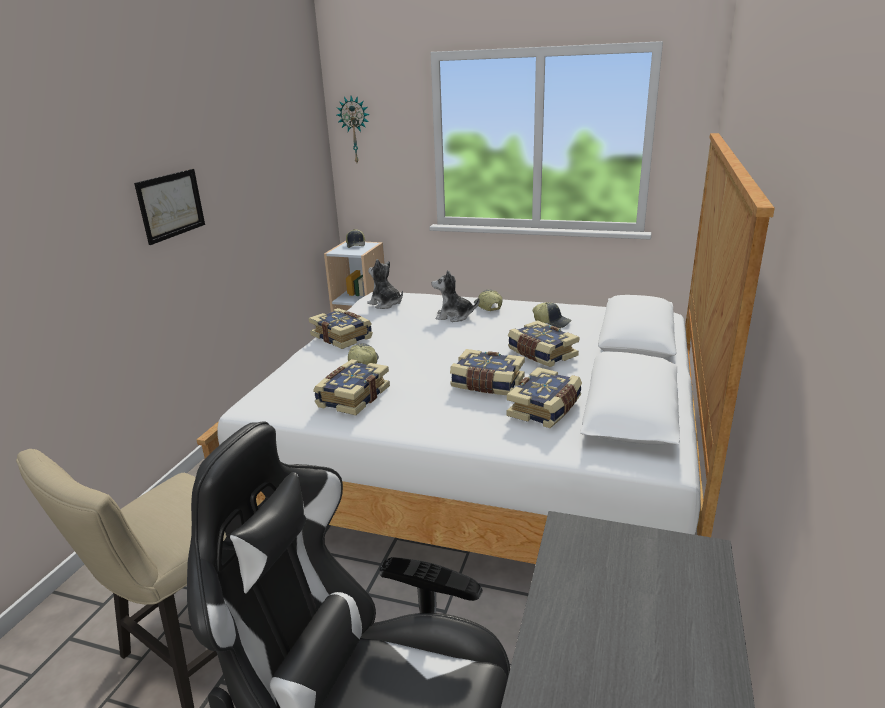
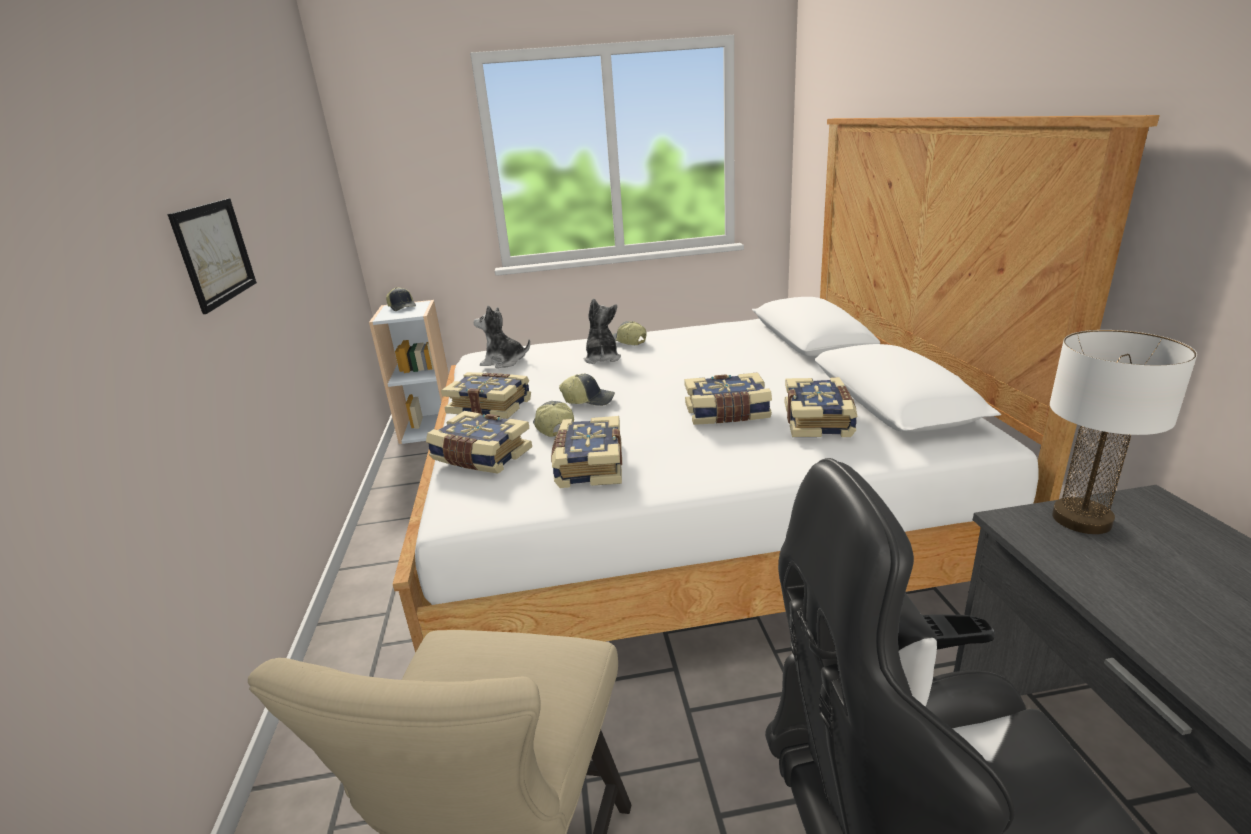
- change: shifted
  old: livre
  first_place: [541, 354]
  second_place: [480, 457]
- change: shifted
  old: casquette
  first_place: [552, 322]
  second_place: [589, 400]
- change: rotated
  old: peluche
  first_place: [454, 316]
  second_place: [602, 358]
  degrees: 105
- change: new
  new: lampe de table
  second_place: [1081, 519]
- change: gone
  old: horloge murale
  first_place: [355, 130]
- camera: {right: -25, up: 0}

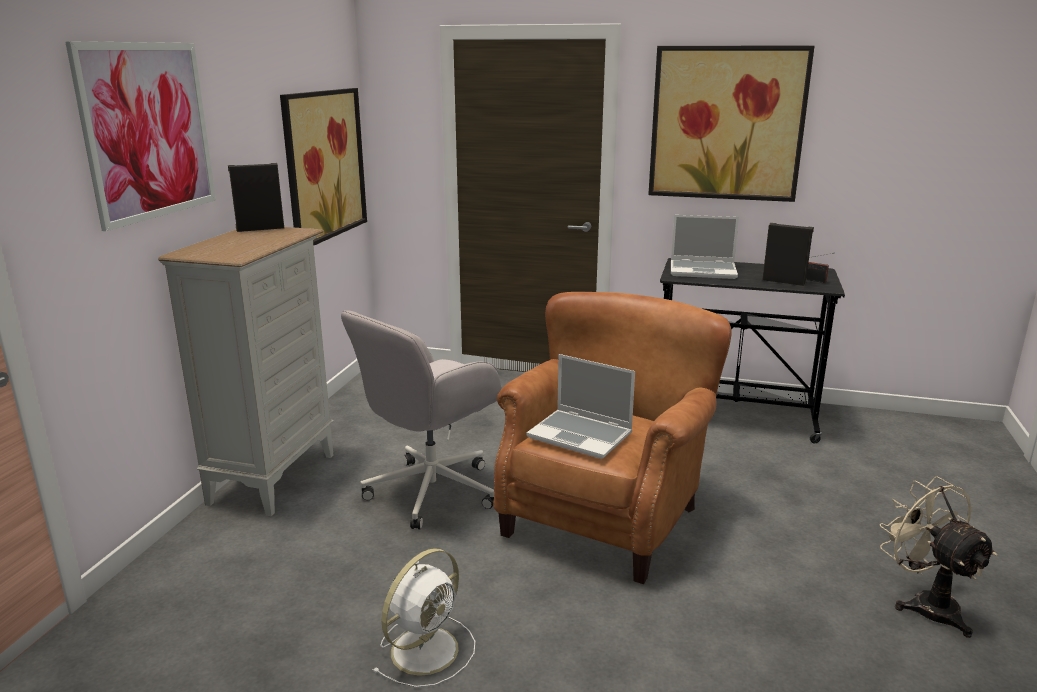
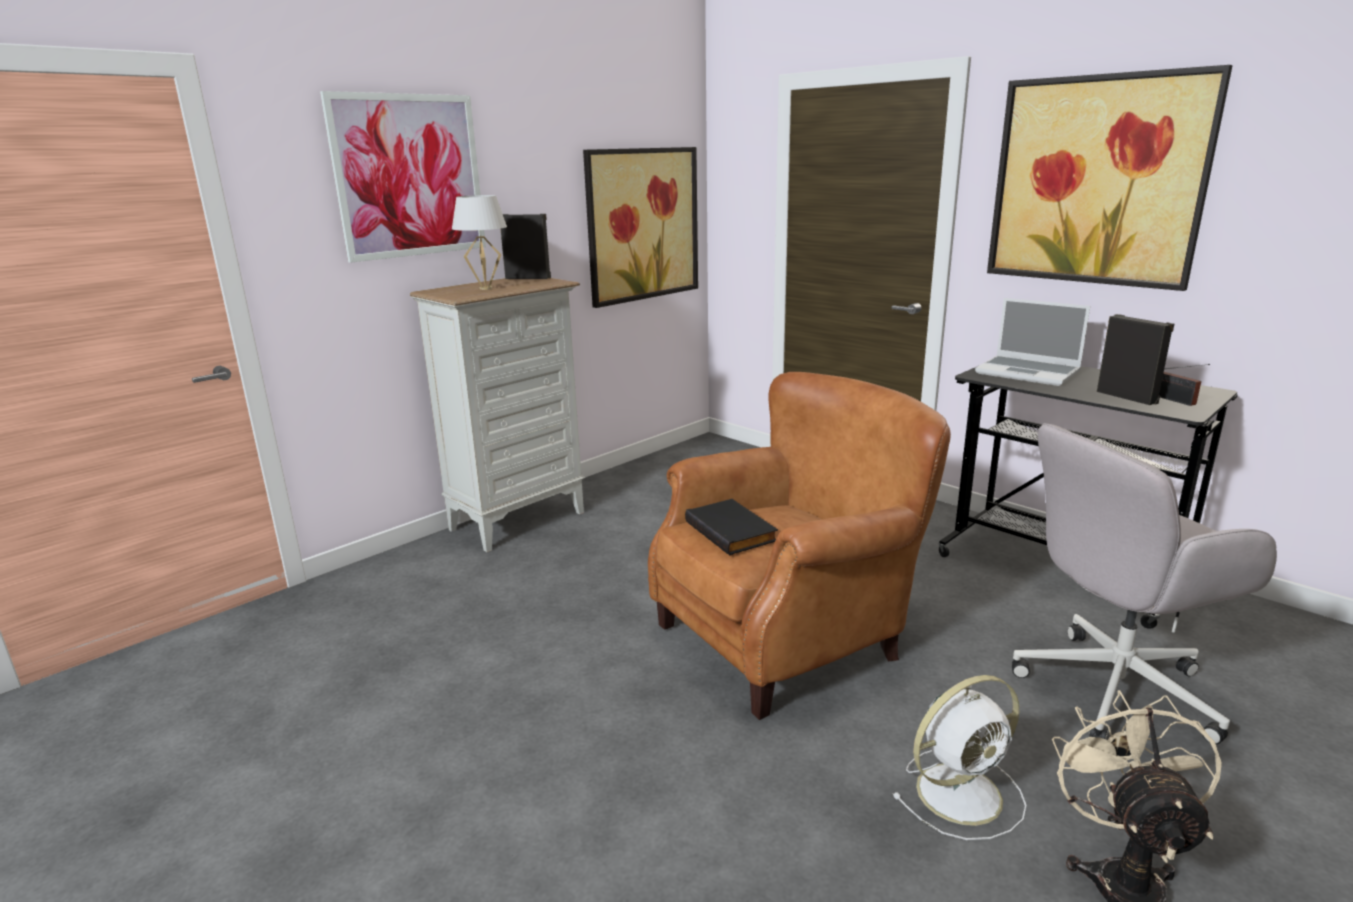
- change: new
  new: lampe de table [blanc]
  second_place: [486, 288]
- change: swapped
  old: ordinateur portable
  new: livre [noir]
  first_place: [581, 435]
  second_place: [732, 531]
- change: shifted
  old: ventilateur [blanc]
  first_place: [427, 648]
  second_place: [962, 792]
- change: shifted
  old: chaise de bureau [gris]
  first_place: [430, 492]
  second_place: [1113, 690]
- camera: {right: 30, up: 0}

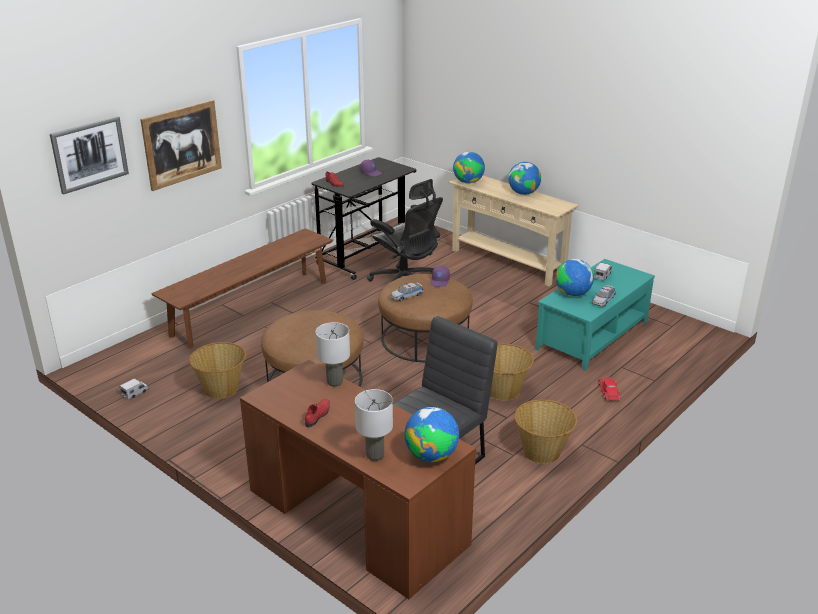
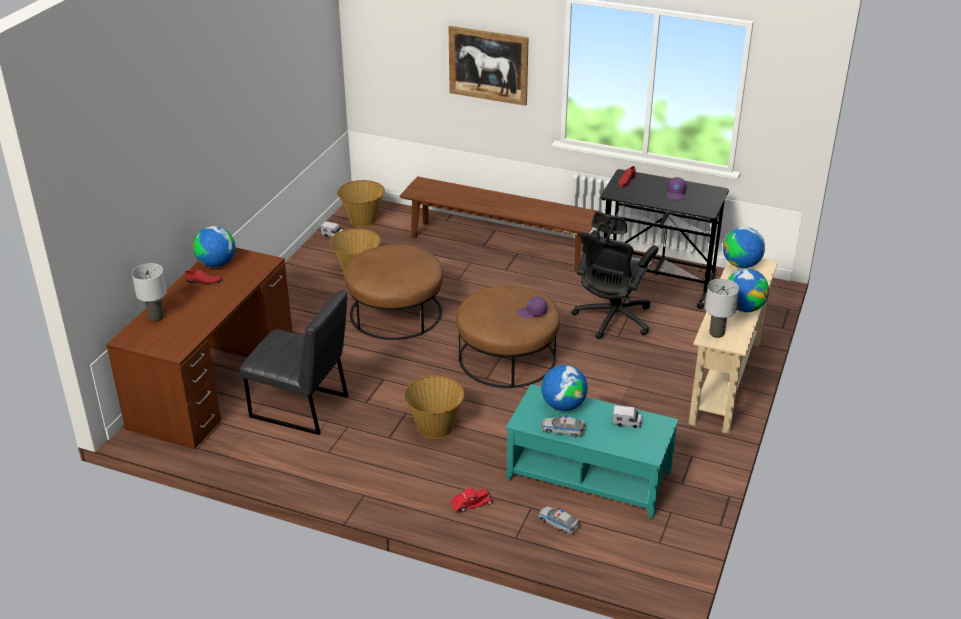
- change: shifted
  old: globe
  first_place: [431, 456]
  second_place: [216, 264]
- change: shifted
  old: panier
  first_place: [542, 452]
  second_place: [362, 220]
- change: shifted
  old: petite voiture
  first_place: [407, 296]
  second_place: [558, 523]
- change: shifted
  old: lampe de table [blanc]
  first_place: [334, 383]
  second_place: [716, 334]
- change: gone
  old: tableau
  first_place: [89, 154]
- camera: {right: 70, up: 5}

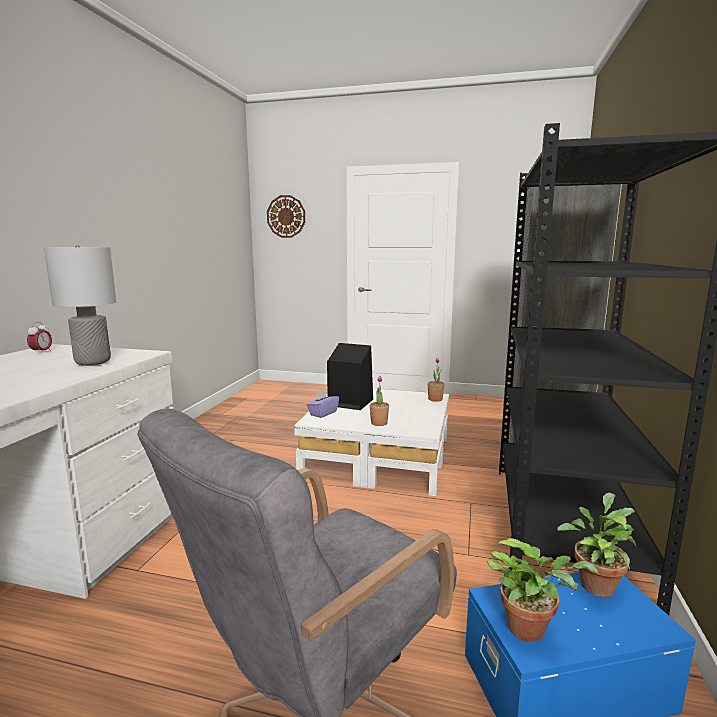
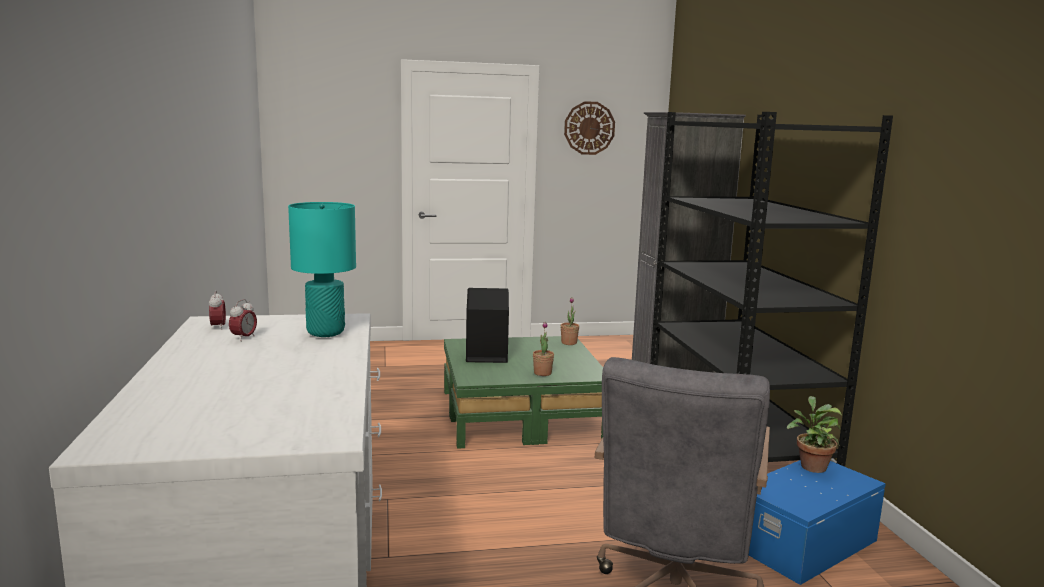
- change: new
  new: réveil
  second_place: [244, 338]
- change: repainted
  old: lampe de table [gris]
  new: lampe de table [turquoise]
  first_place: [93, 364]
  second_place: [326, 334]
- change: repainted
  old: table basse [blanc]
  new: table basse [vert]
  first_place: [377, 456]
  second_place: [519, 414]
- change: shifted
  old: horloge murale
  first_place: [286, 216]
  second_place: [589, 128]
- change: gone
  old: boîte à mouchoirs [violet]
  first_place: [323, 413]
- change: gone
  old: plante en pot
  first_place: [531, 629]
- camera: {right: -25, up: 0}

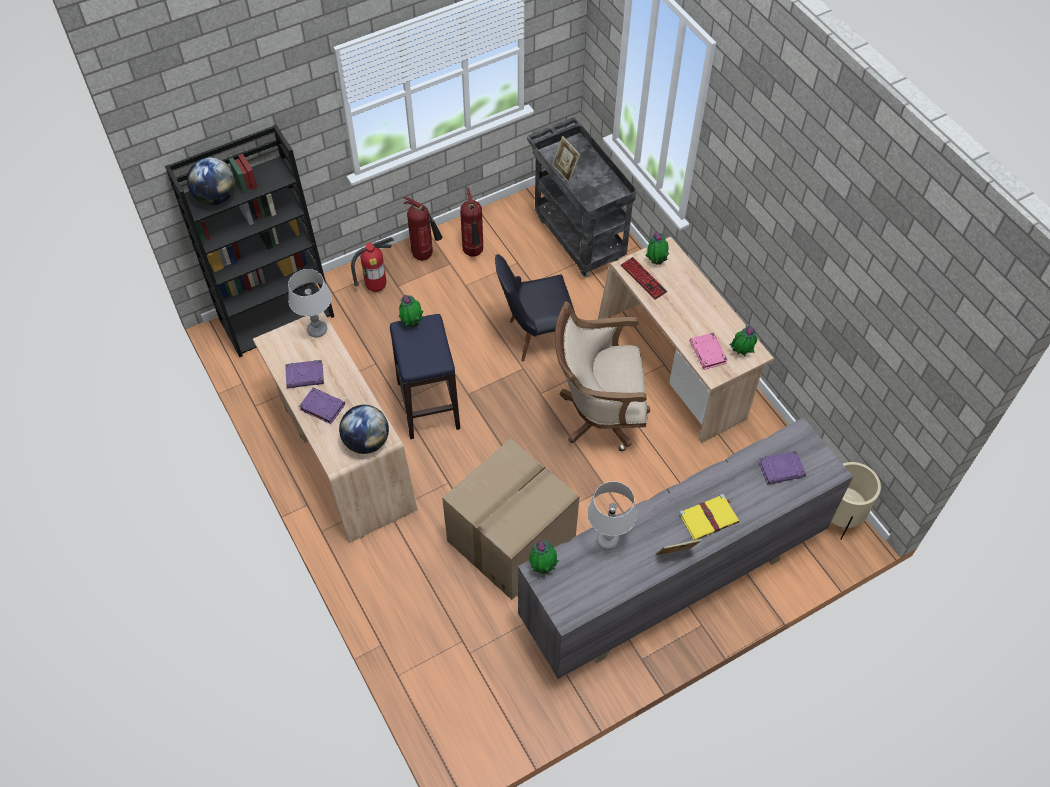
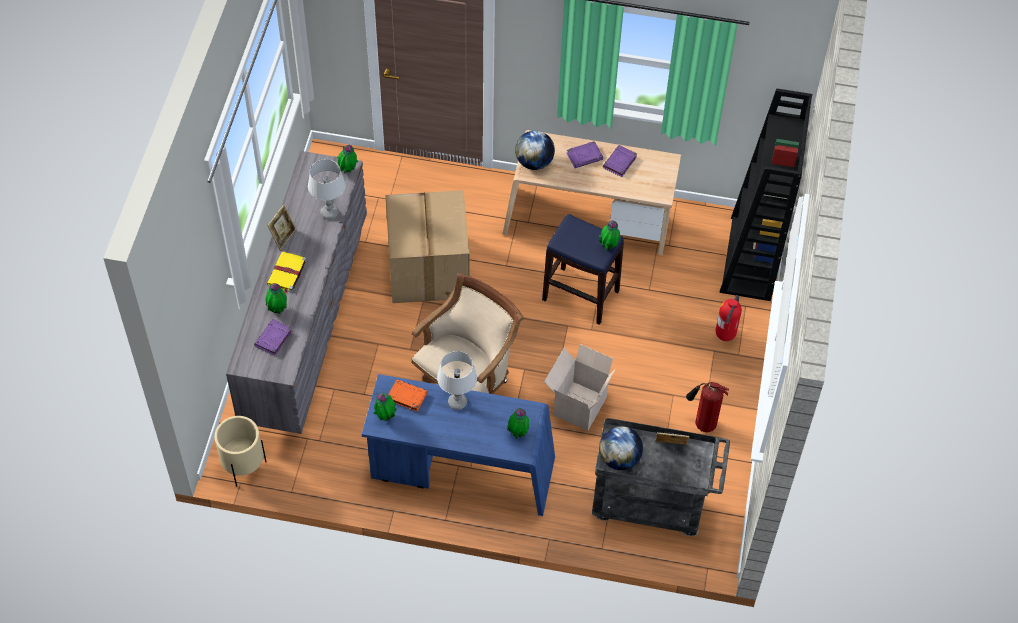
- change: new
  new: plante en pot
  second_place: [278, 309]
- change: repainted
  old: bureau [beige]
  new: bureau [bleu]
  first_place: [673, 368]
  second_place: [461, 471]
- change: repainted
  old: livre [rose]
  new: livre [orange]
  first_place: [708, 353]
  second_place: [406, 396]
- change: shifted
  old: lampe de table [gris]
  first_place: [317, 330]
  second_place: [457, 402]
- change: swapped
  old: chaise [noir]
  new: carton
  first_place: [536, 336]
  second_place: [579, 405]
- change: shifted
  old: globe
  first_place: [216, 197]
  second_place: [619, 458]
- change: gone
  old: extincteur
  first_place: [425, 255]
- change: gone
  old: clavier
  first_place: [643, 279]
- camera: {right: 130, up: 0}

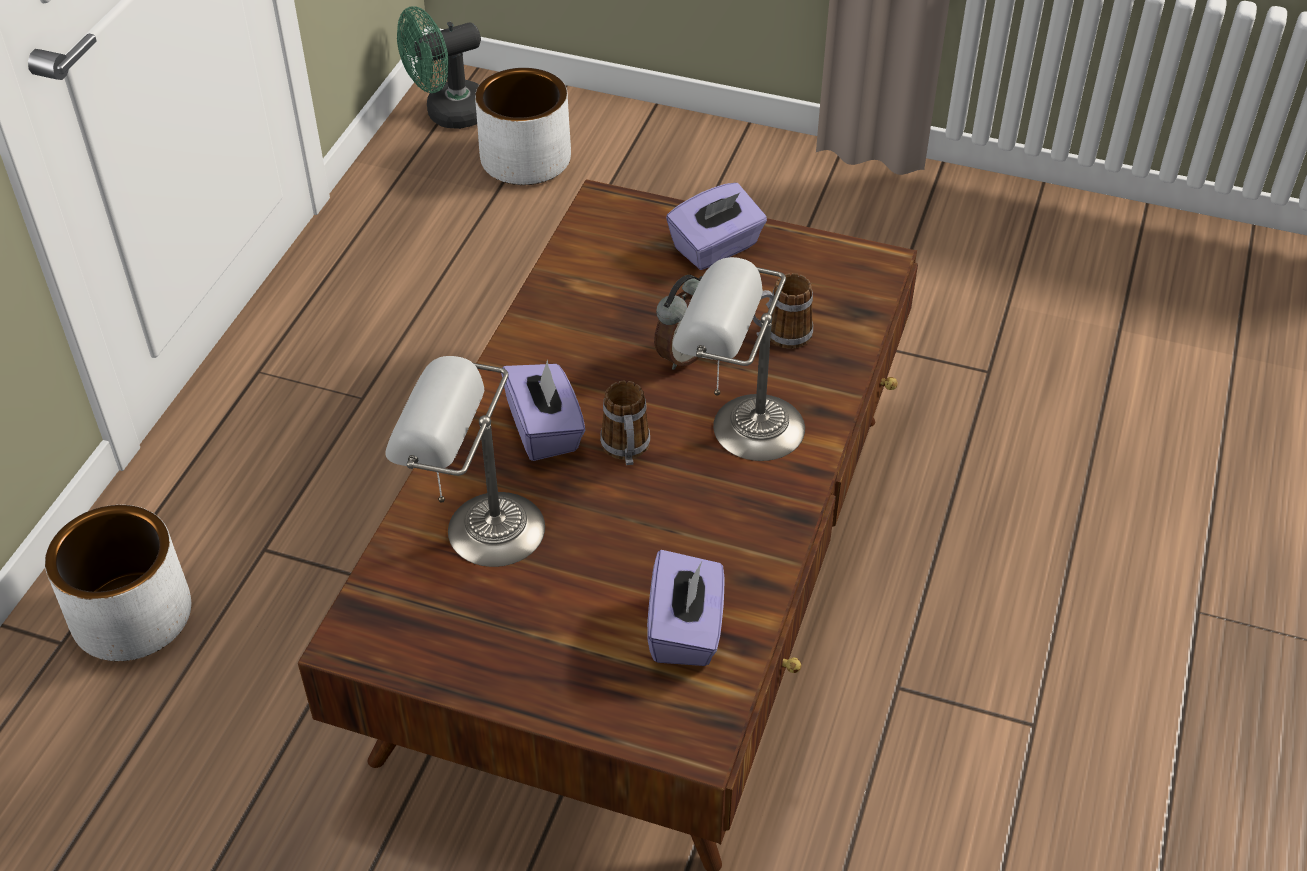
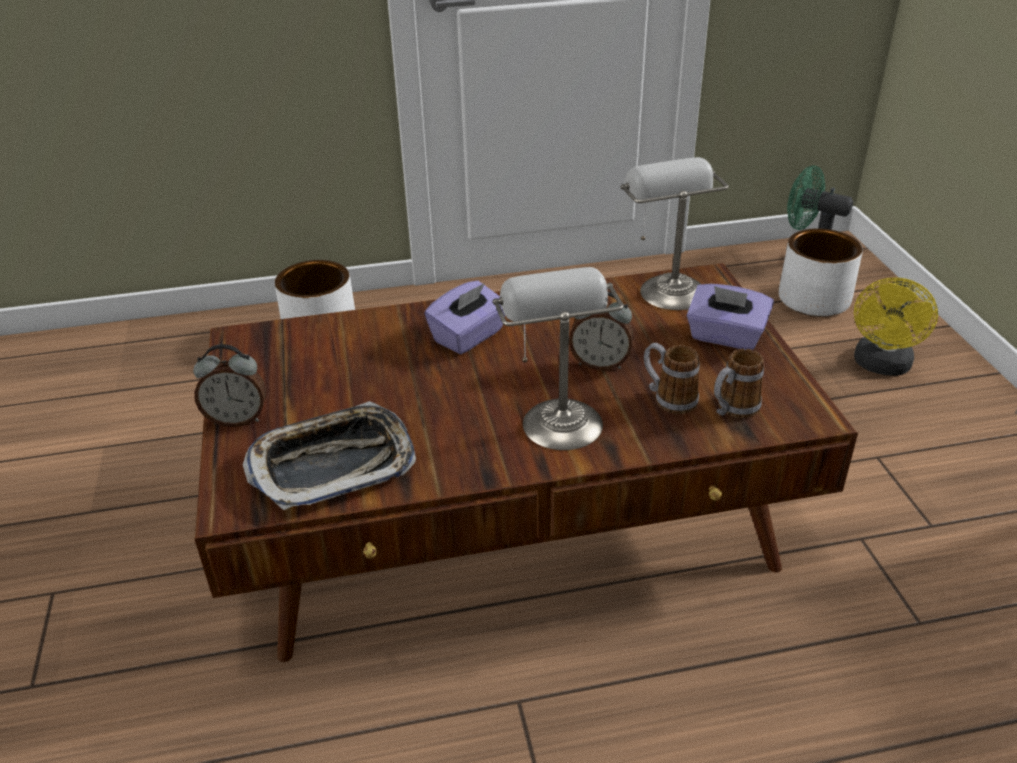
- change: new
  new: réveil
  second_place: [237, 419]
- change: swapped
  old: boîte à mouchoirs [violet]
  new: plateau
  first_place: [686, 630]
  second_place: [333, 464]
- change: shifted
  old: lampe de table [blanc]
  first_place: [475, 527]
  second_place: [665, 285]
- change: shifted
  old: mug
  first_place: [626, 451]
  second_place: [732, 409]
- change: new
  new: ventilateur [jaune]
  second_place: [881, 366]
- camera: {right: 60, up: -10}

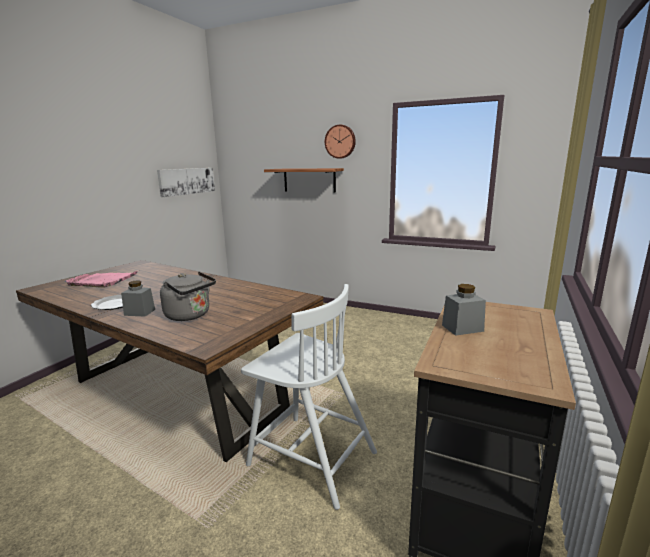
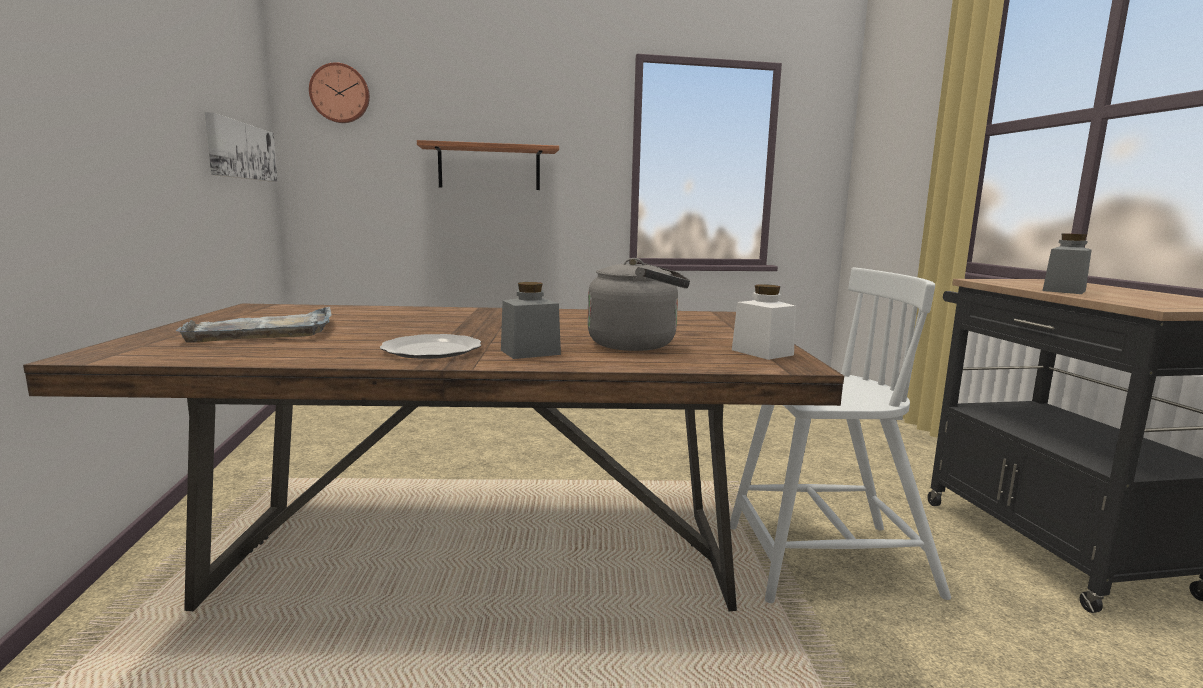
- change: repainted
  old: plateau [rose]
  new: plateau [gris]
  first_place: [103, 281]
  second_place: [263, 331]
- change: shifted
  old: horloge murale
  first_place: [340, 141]
  second_place: [340, 93]
- change: new
  new: bocal [blanc]
  second_place: [762, 352]
- camera: {right: -35, up: -5}

